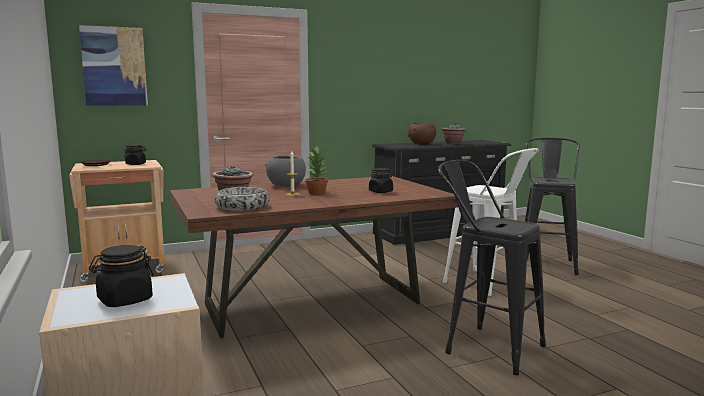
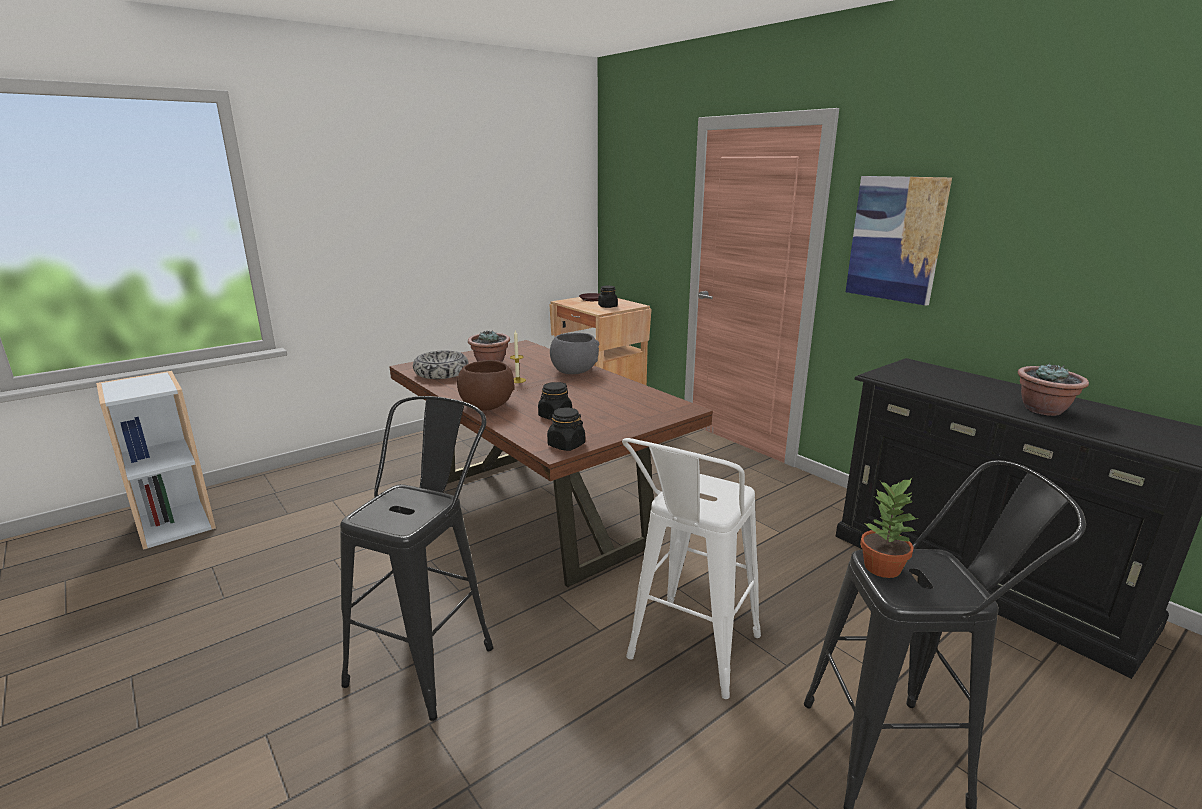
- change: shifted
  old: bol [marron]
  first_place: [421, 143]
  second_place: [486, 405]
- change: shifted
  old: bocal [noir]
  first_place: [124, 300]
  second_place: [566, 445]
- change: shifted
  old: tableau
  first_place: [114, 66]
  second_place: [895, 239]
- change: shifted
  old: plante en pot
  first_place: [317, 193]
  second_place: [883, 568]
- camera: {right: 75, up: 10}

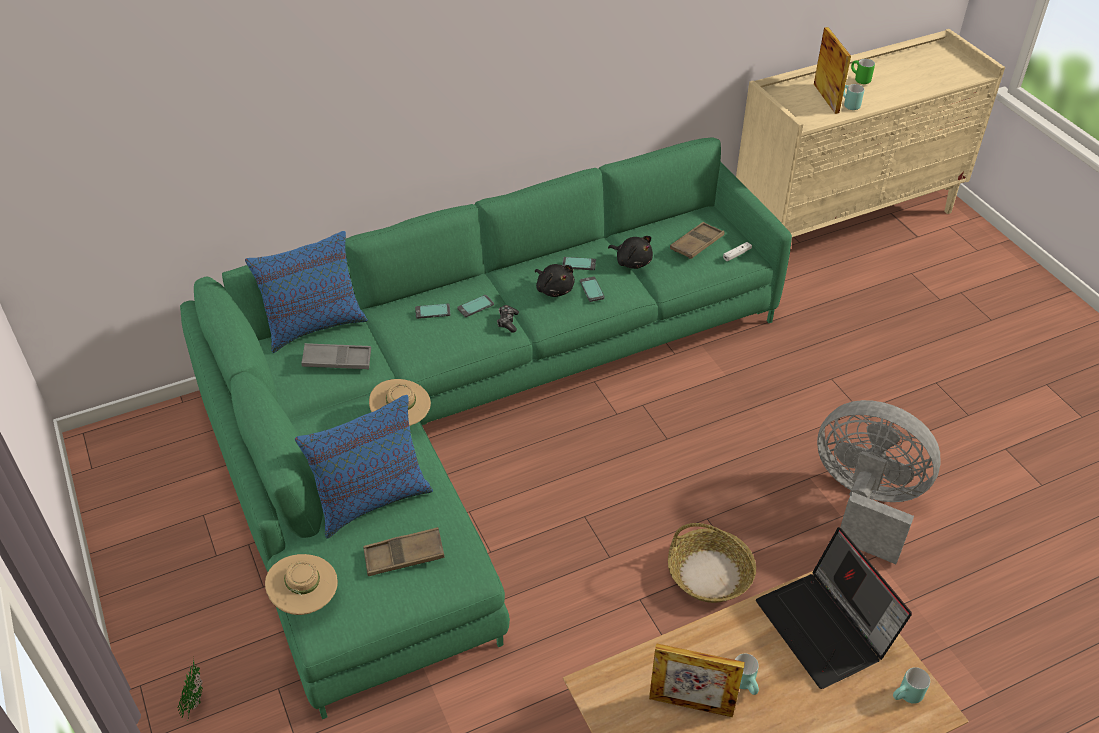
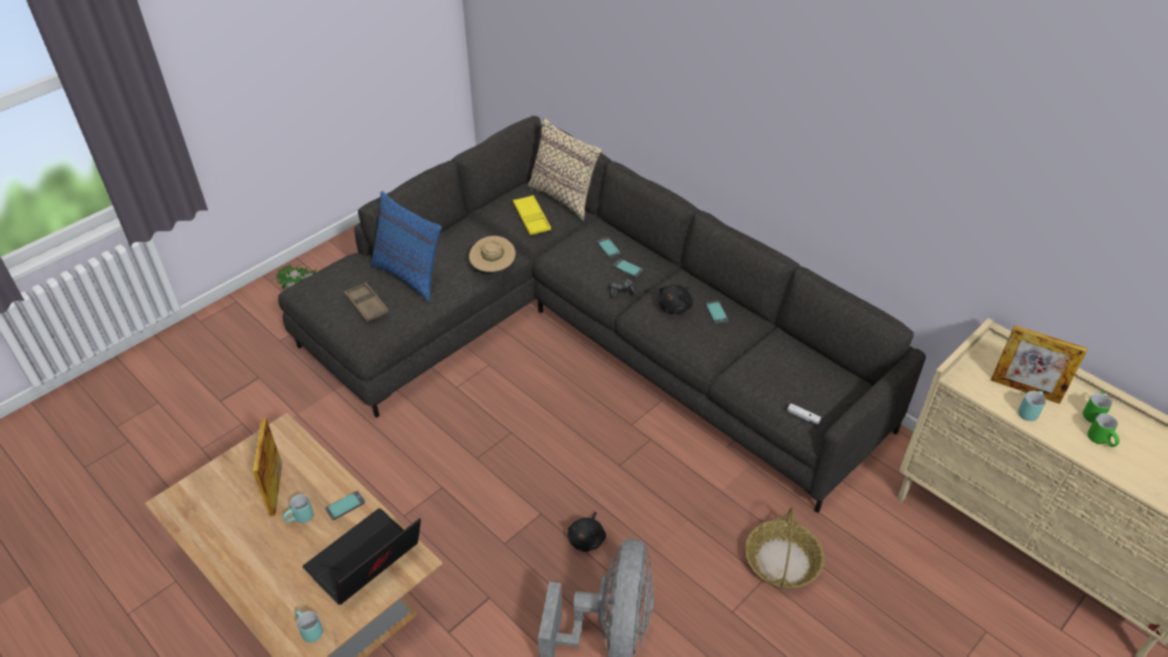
- change: repainted
  old: canapé [vert]
  new: canapé [gris]
  first_place: [467, 416]
  second_place: [582, 335]
- change: shifted
  old: téléphone
  first_place: [591, 290]
  second_place: [345, 505]
- change: repainted
  old: plateau [gris]
  new: plateau [jaune]
  first_place: [337, 360]
  second_place: [531, 218]
- change: repainted
  old: coussin [bleu]
  new: coussin [beige]
  first_place: [315, 327]
  second_place: [562, 199]
- change: shifted
  old: peluche [noir]
  first_place: [632, 261]
  second_place: [587, 539]
- change: shifted
  old: panier
  first_place: [709, 574]
  second_place: [782, 561]
- change: rotated
  old: cadre photo
  first_place: [826, 98]
  second_place: [1025, 390]
  degrees: 60
- change: new
  new: mug [vert]
  second_place: [1101, 440]
- change: gone
  old: chapeau [beige]
  first_place: [306, 598]
- change: gone
  old: plateau [marron]
  first_place: [696, 244]
- camera: {right: 70, up: 0}

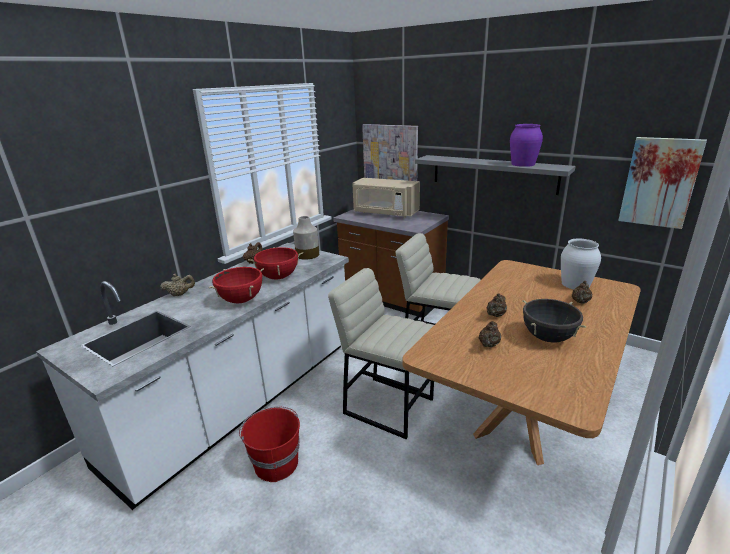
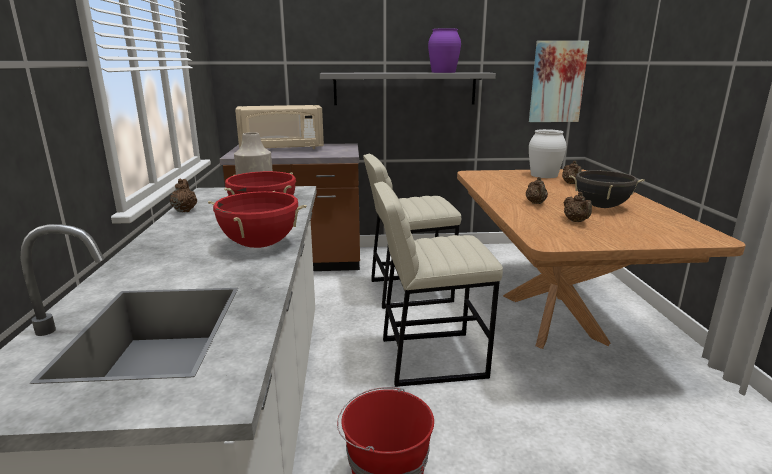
- change: gone
  old: théière [beige]
  first_place: [180, 294]
- change: gone
  old: tableau
  first_place: [390, 157]
- camera: {right: -40, up: -5}

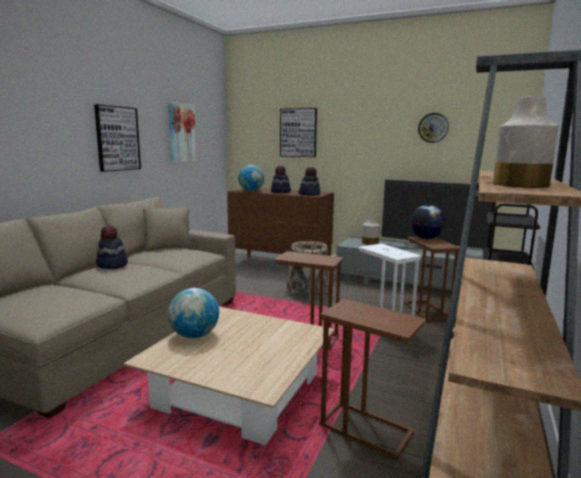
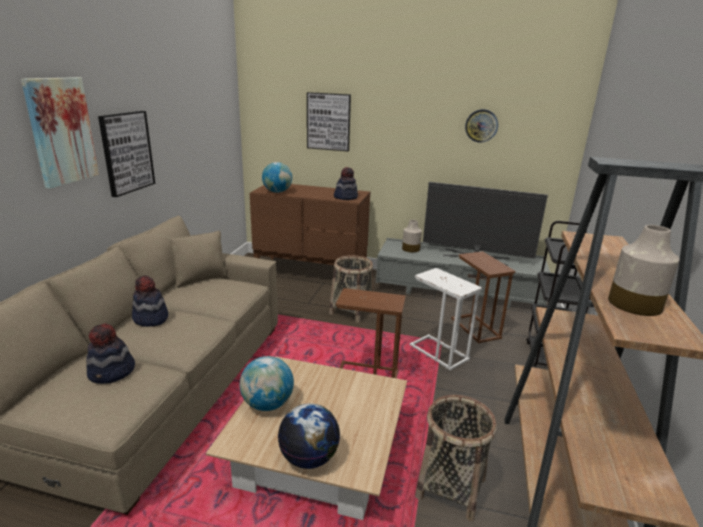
- change: shifted
  old: tableau
  first_place: [181, 133]
  second_place: [61, 131]
- change: shifted
  old: chapeau
  first_place: [281, 192]
  second_place: [112, 373]
- change: shifted
  old: globe
  first_place: [426, 238]
  second_place: [309, 458]
- change: swapped
  old: table d'appoint [marron]
  new: panier
  first_place: [365, 429]
  second_place: [450, 487]
- camera: {right: -10, up: 10}

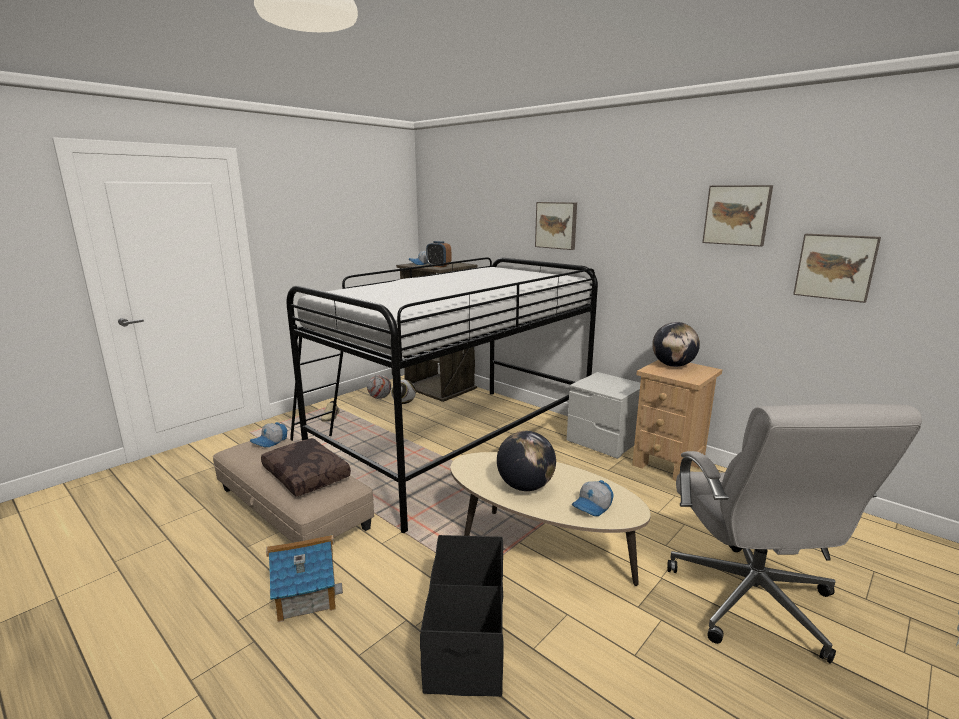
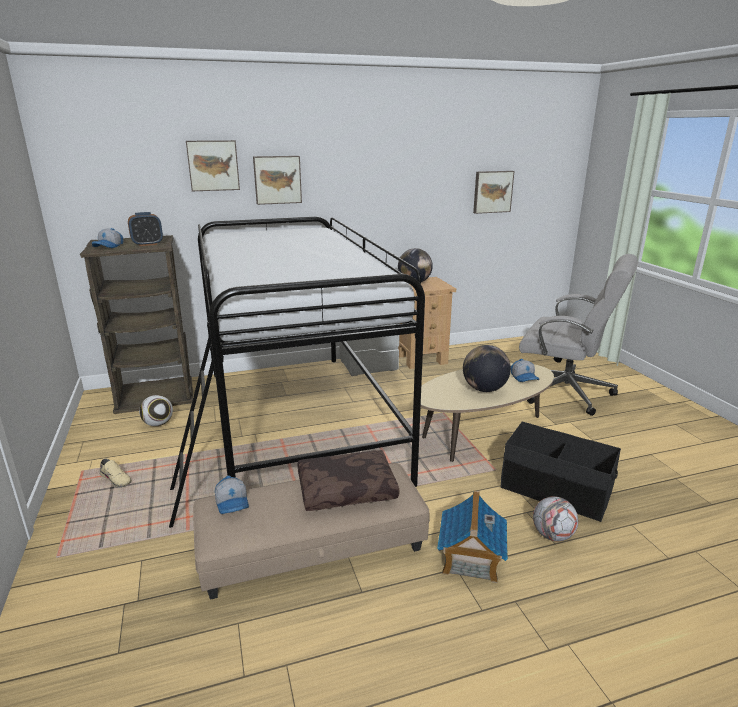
- change: shifted
  old: tableau
  first_place: [737, 215]
  second_place: [213, 165]
- change: shifted
  old: ballon de foot
  first_place: [380, 398]
  second_place: [552, 535]
- camera: {right: -60, up: 5}

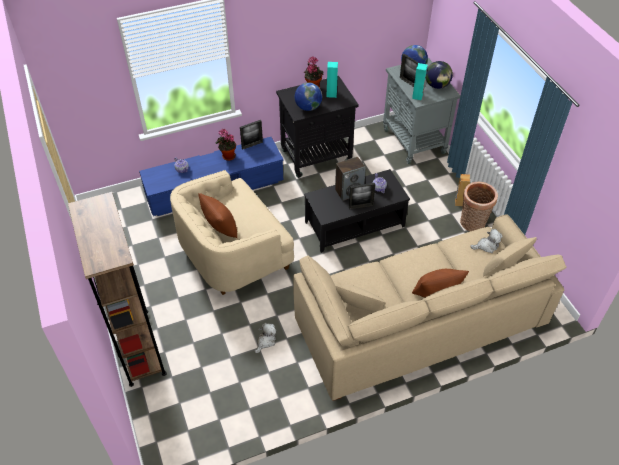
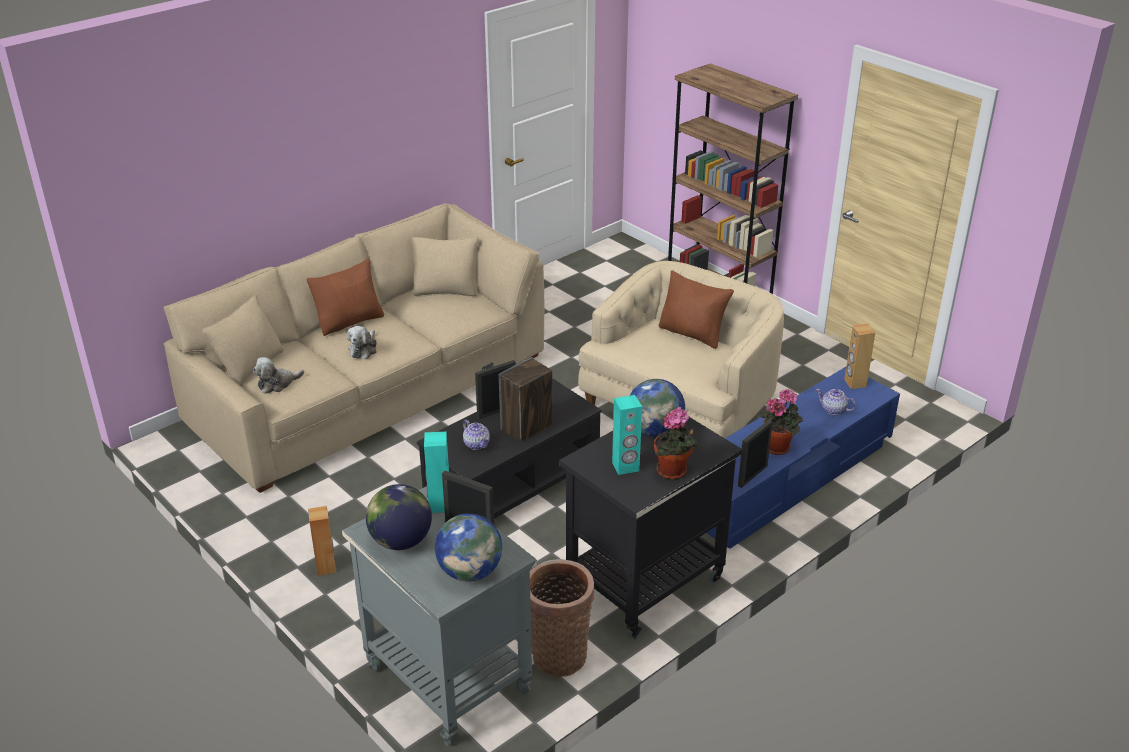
- change: shifted
  old: peluche
  first_place: [265, 341]
  second_place: [364, 349]
- change: shifted
  old: panier
  first_place: [472, 224]
  second_place: [558, 653]
- change: new
  new: enceinte [marron]
  second_place: [855, 383]
- camera: {right: 160, up: -15}

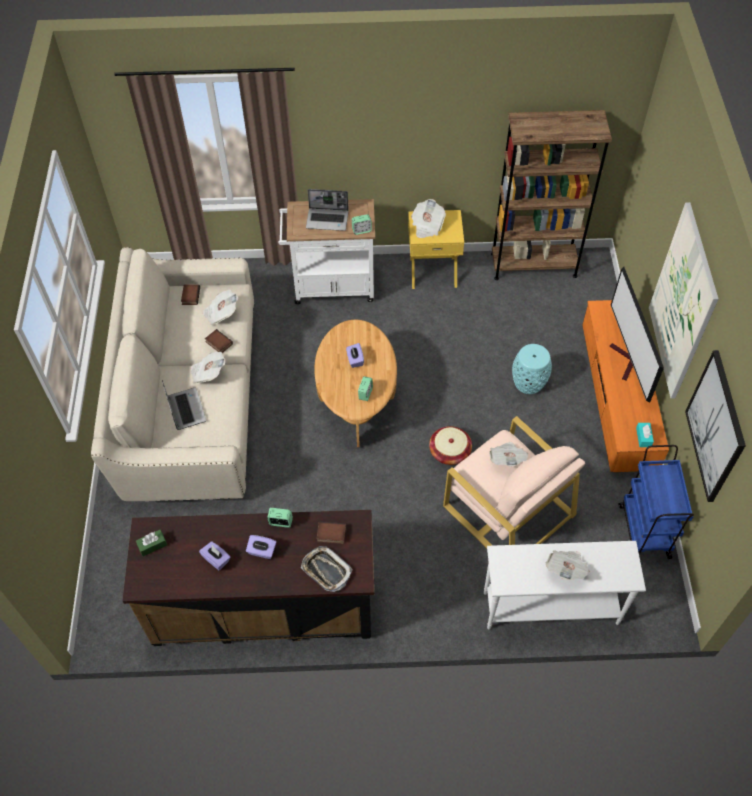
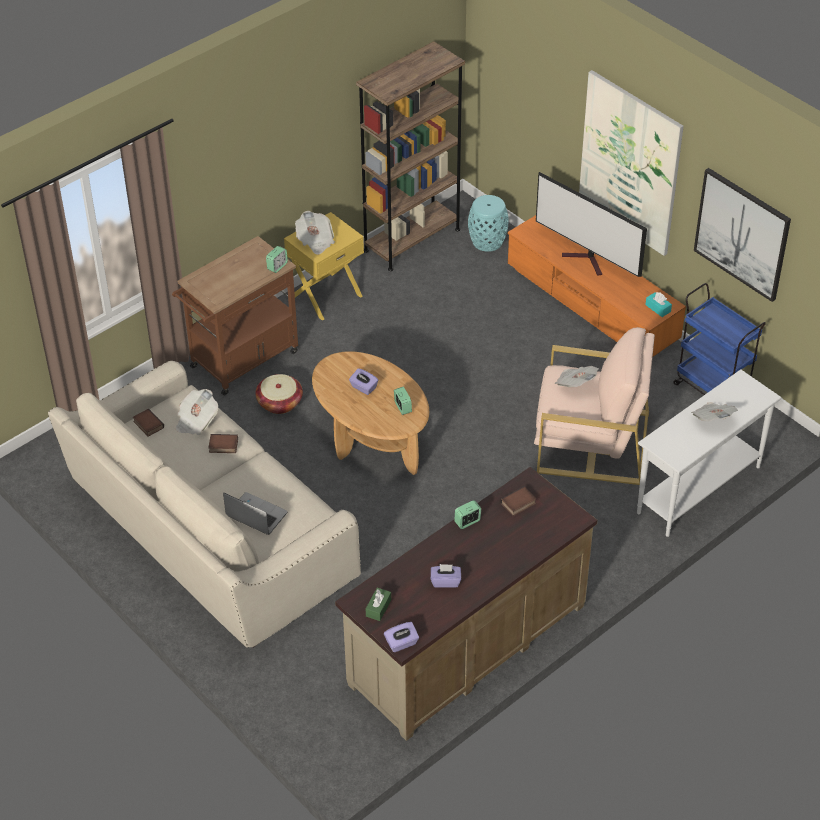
- change: repainted
  old: chariot [blanc]
  new: chariot [marron]
  first_place: [331, 286]
  second_place: [241, 361]
- change: shifted
  old: panier
  first_place: [449, 452]
  second_place: [279, 403]
- change: repainted
  old: meuble de rangement [noir]
  new: meuble de rangement [beige]
  first_place: [262, 605]
  second_place: [466, 645]
- change: shifted
  old: boîte à mouchoirs [violet]
  first_place: [262, 551]
  second_place: [401, 643]
- change: shifted
  old: tabouret [turquoise]
  first_place: [528, 382]
  second_place: [487, 242]
- change: gone
  old: journal
  first_place: [208, 373]
- change: gone
  old: plateau
  first_place: [326, 570]
- change: gone
  old: ordinateur portable
  first_place: [328, 220]
- camera: {right: -40, up: -10}

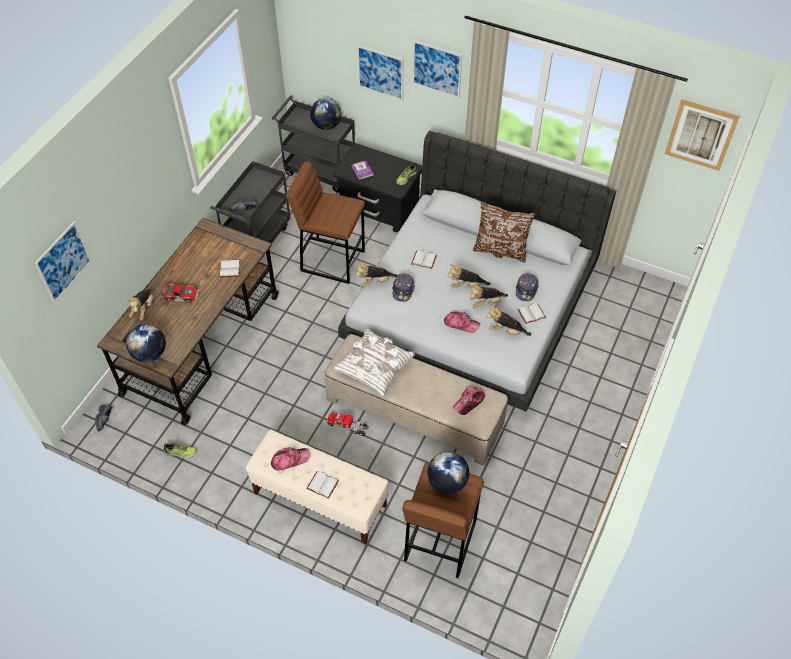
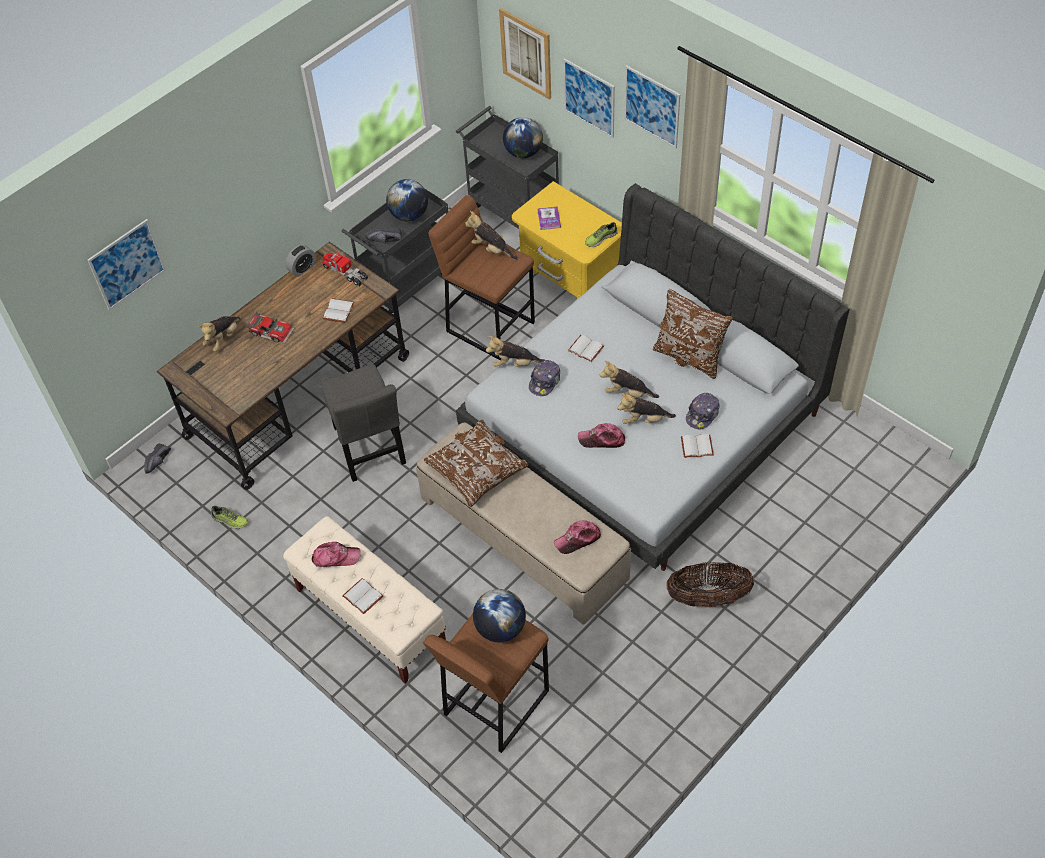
- change: new
  new: réveil
  second_place: [302, 268]
- change: shifted
  old: camion jouet
  first_place: [347, 426]
  second_place: [345, 272]
- change: new
  new: chaise [gris]
  second_place: [370, 449]
- change: shifted
  old: globe
  first_place: [150, 354]
  second_place: [409, 215]
- change: repainted
  old: coussin [blanc]
  new: coussin [marron]
  first_place: [374, 368]
  second_place: [477, 471]
- change: shifted
  old: peluche
  first_place: [506, 331]
  second_place: [491, 249]
- change: shifted
  old: tableau
  first_place: [701, 135]
  second_place: [526, 53]
- change: repainted
  old: table de chevet [noir]
  new: table de chevet [jaune]
  first_place: [378, 213]
  second_place: [570, 278]
- change: rotated
  old: casquette
  first_place: [461, 324]
  second_place: [602, 439]
  degrees: 150
- change: new
  new: panier
  second_place: [708, 597]
- camera: {right: 20, up: 0}

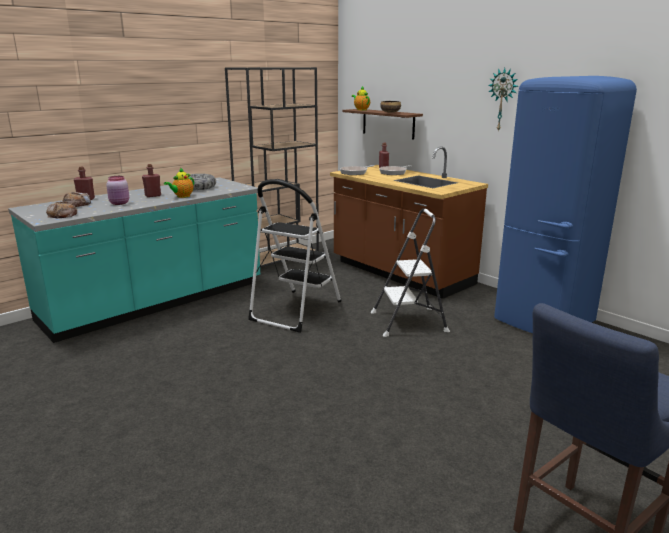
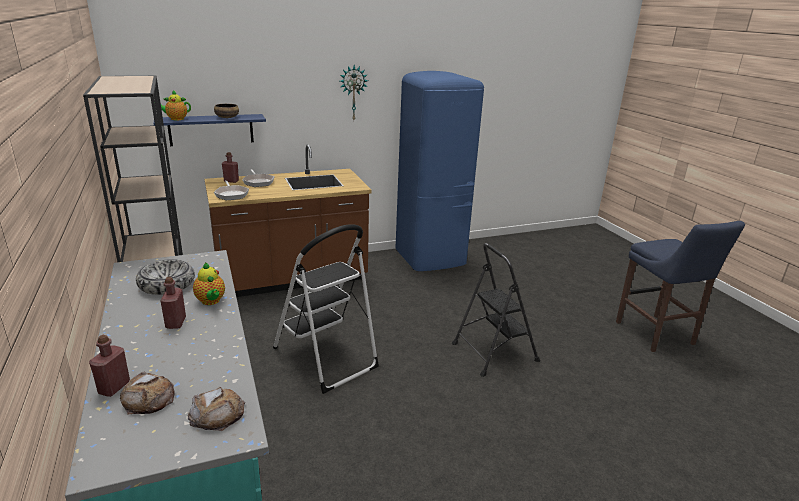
- change: repainted
  old: étagère [marron]
  new: étagère [bleu]
  first_place: [388, 123]
  second_place: [211, 130]
- change: new
  new: escabeau [noir]
  second_place: [492, 352]
- change: gone
  old: bocal [rose]
  first_place: [120, 203]
- change: gone
  old: escabeau [blanc]
  first_place: [411, 321]
- camera: {right: -70, up: 5}

